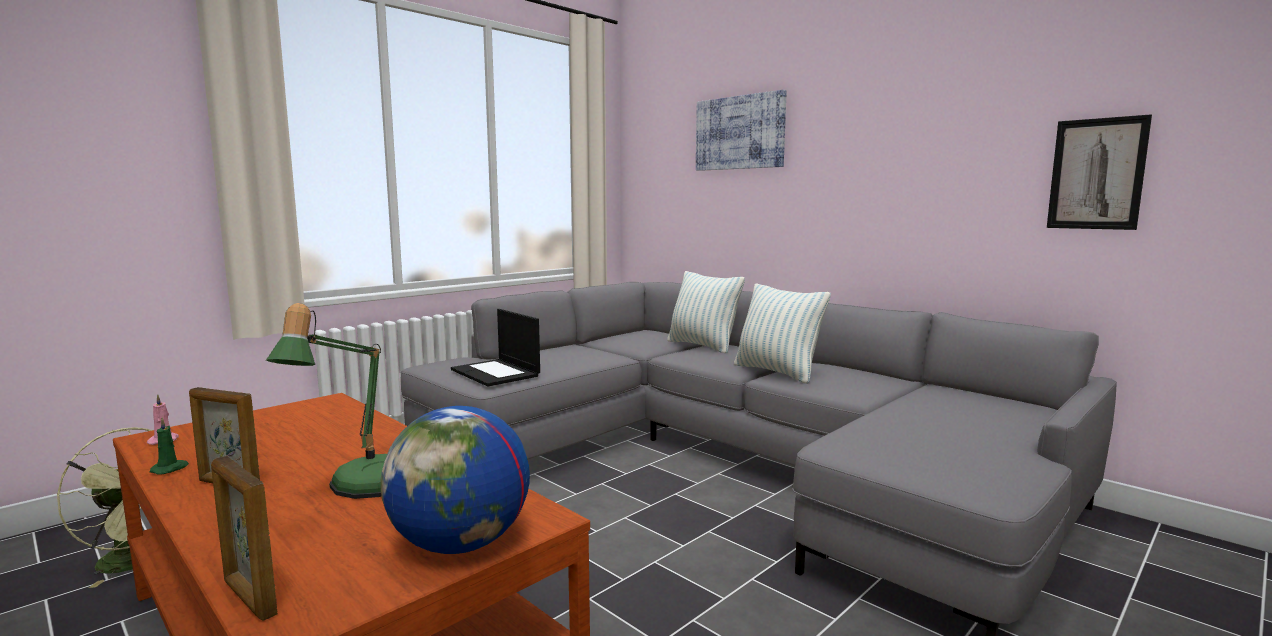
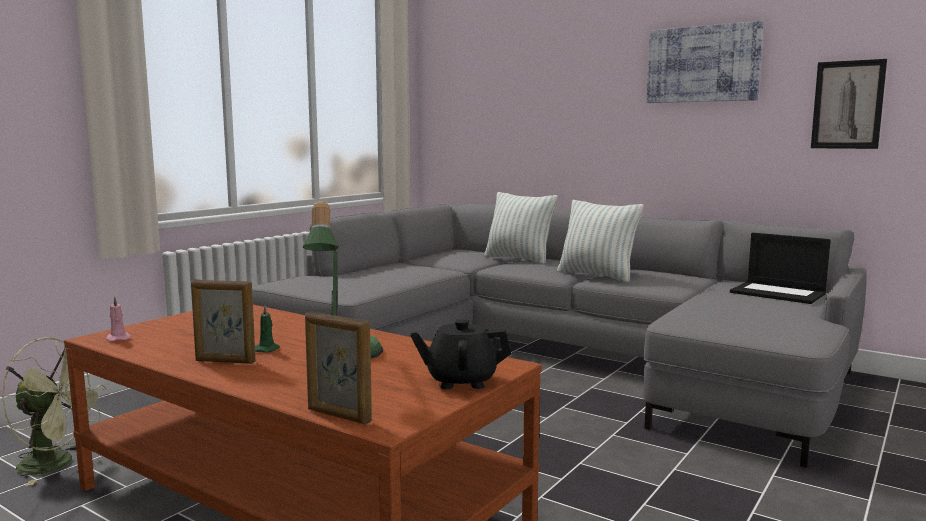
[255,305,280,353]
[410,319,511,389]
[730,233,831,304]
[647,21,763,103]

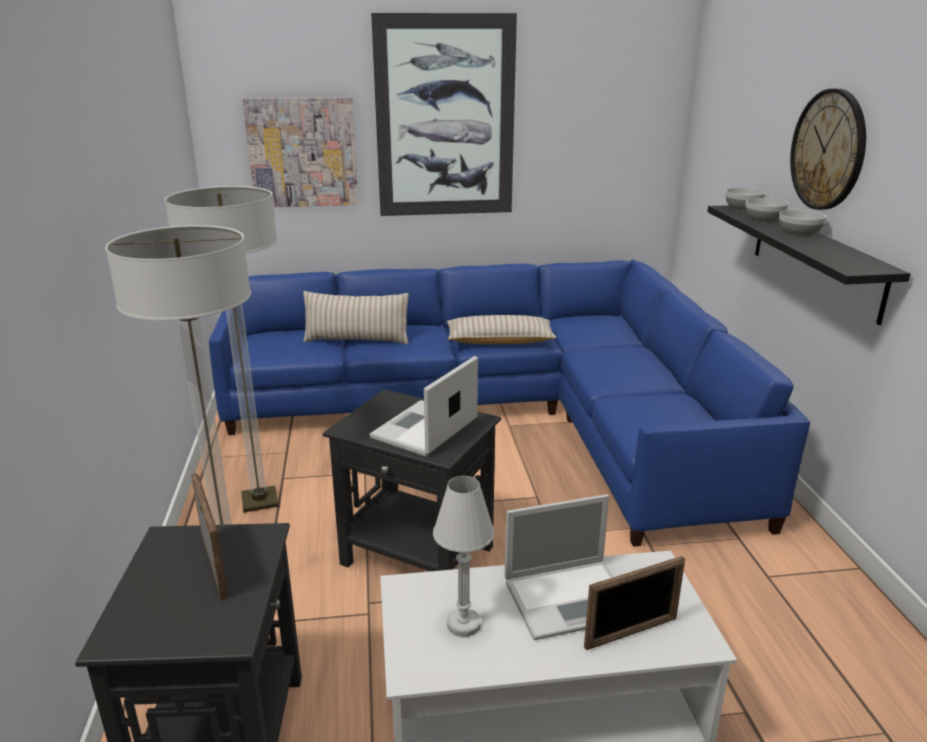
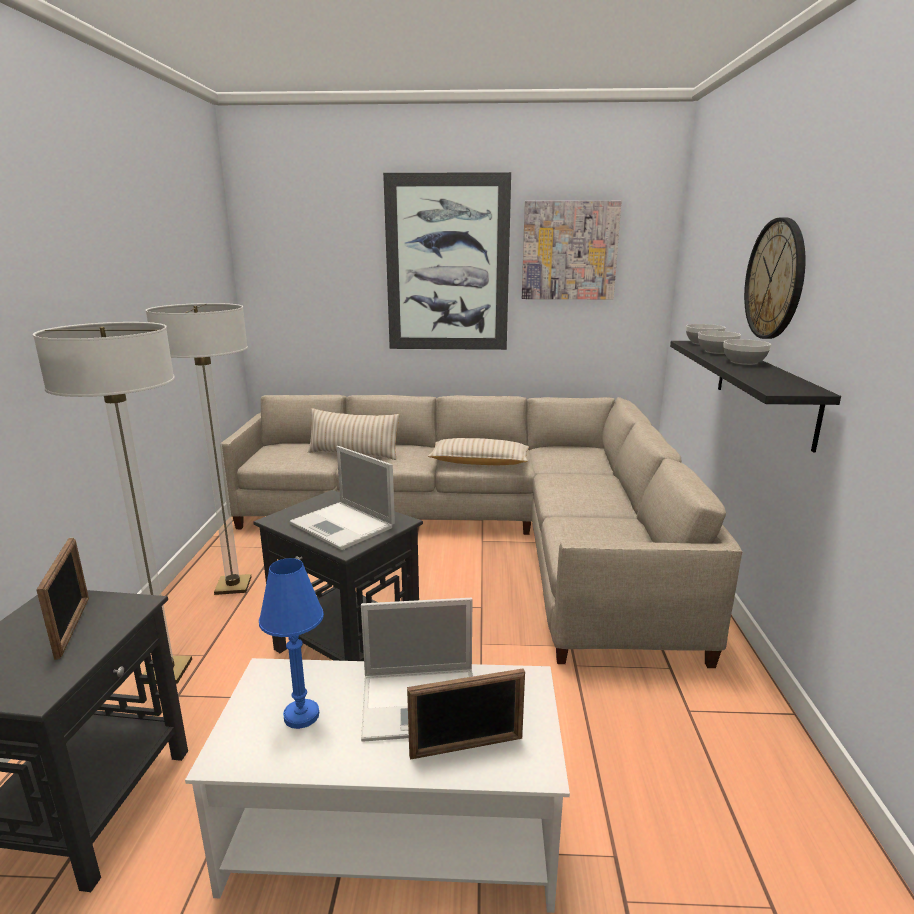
[222,395,742,668]
[522,201,622,299]
[290,446,395,550]
[259,558,324,729]

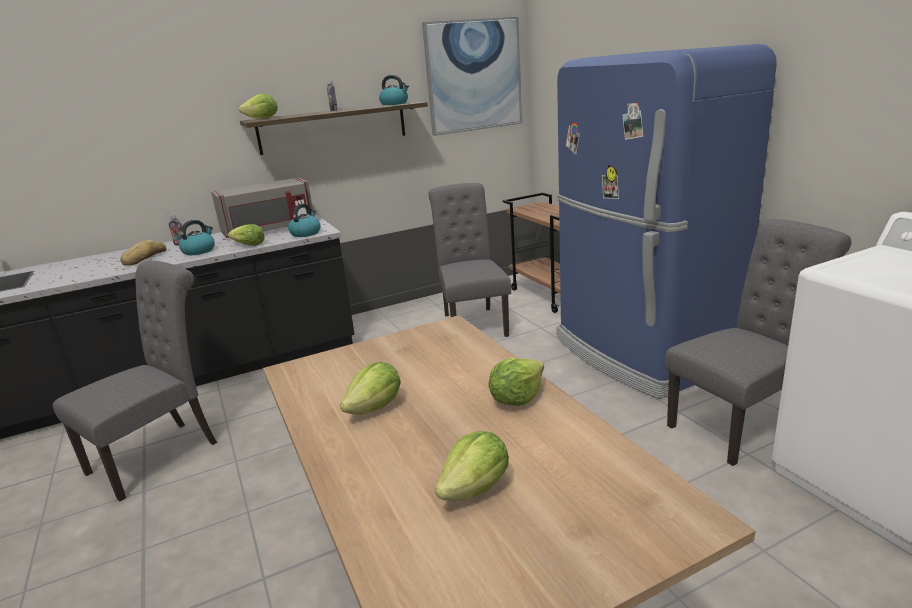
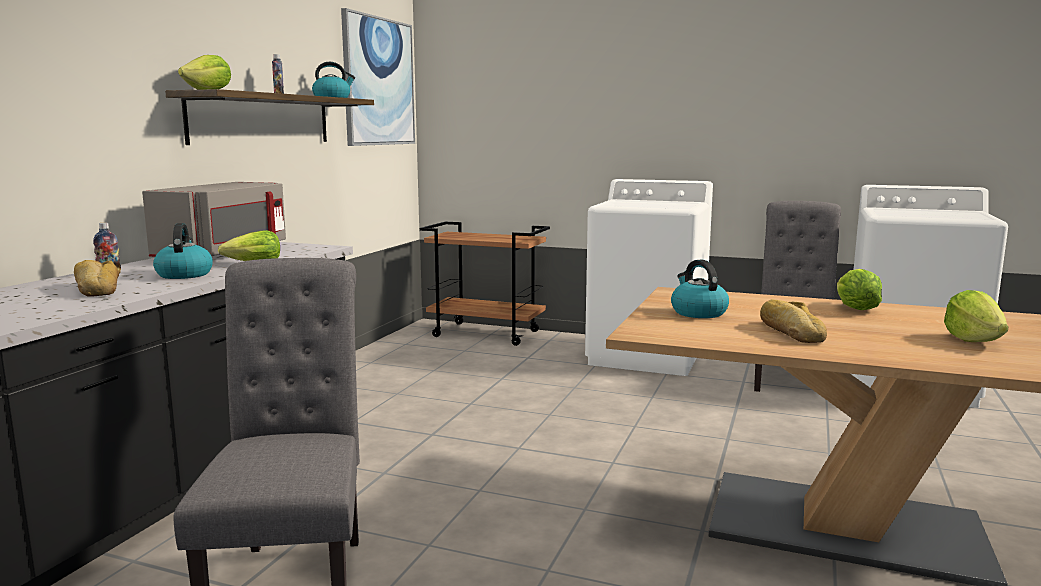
[671,260,729,318]
[760,299,827,343]
[429,183,511,337] (first image)
[585,179,713,376]

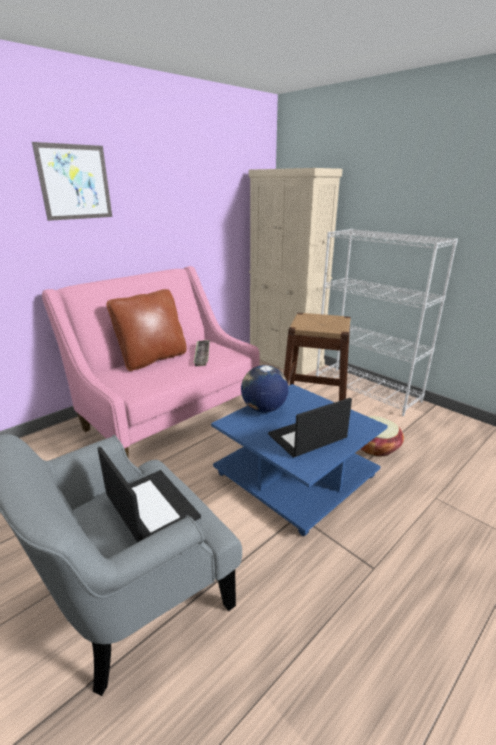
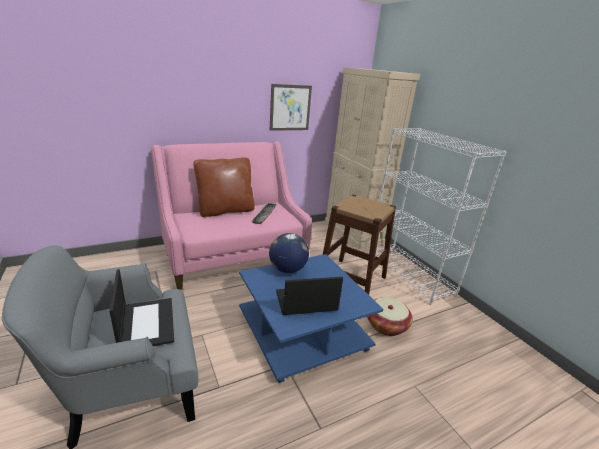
[270,84,312,131]

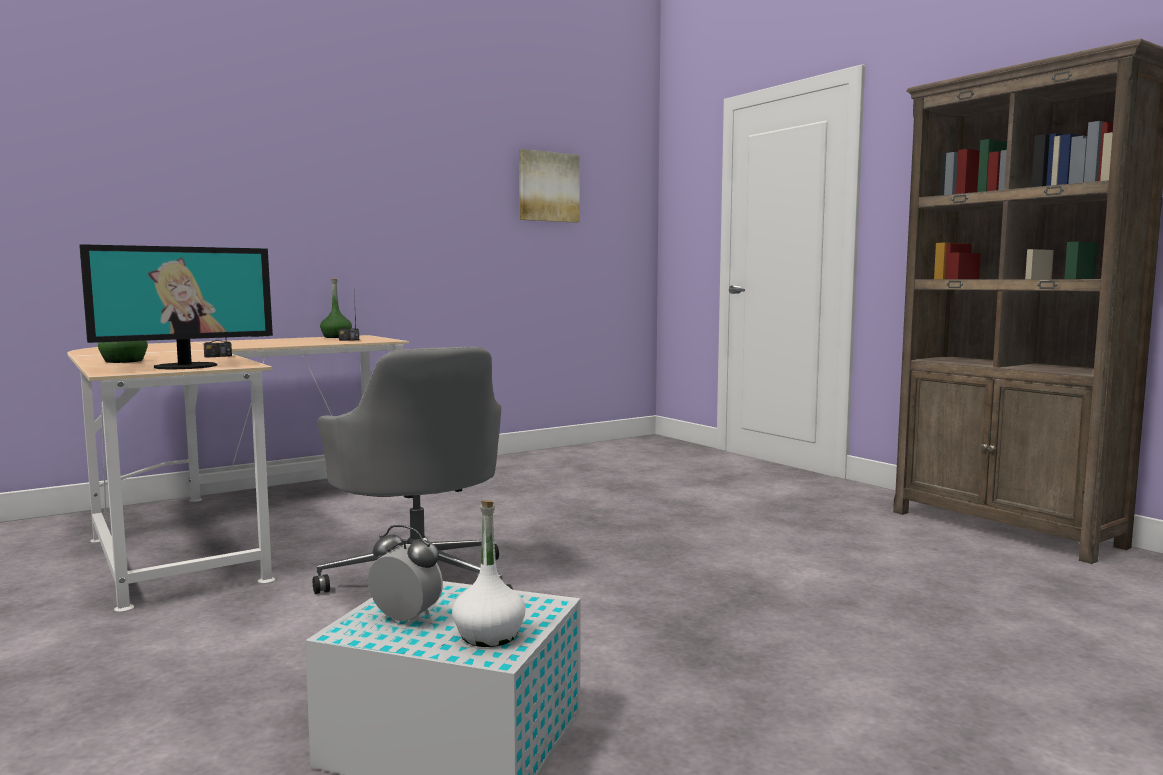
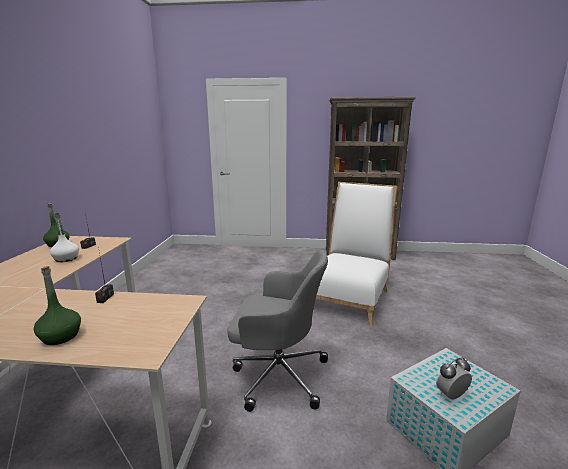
[79,244,273,370] (first image)
[50,213,79,262]
[519,149,579,223] (first image)
[316,182,398,326]

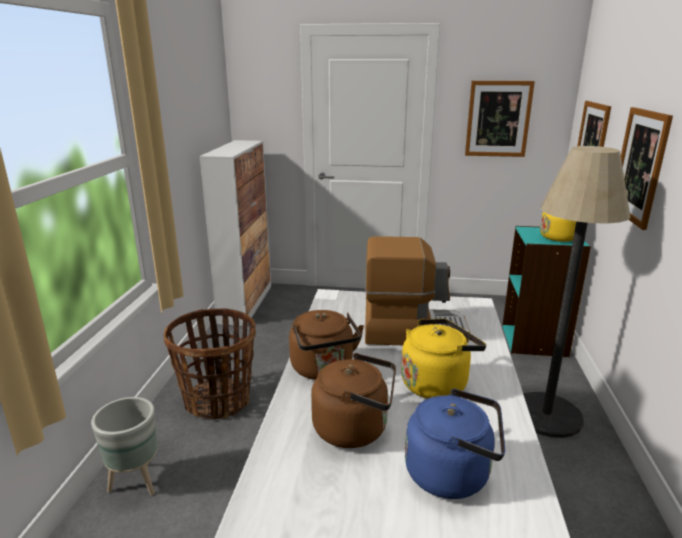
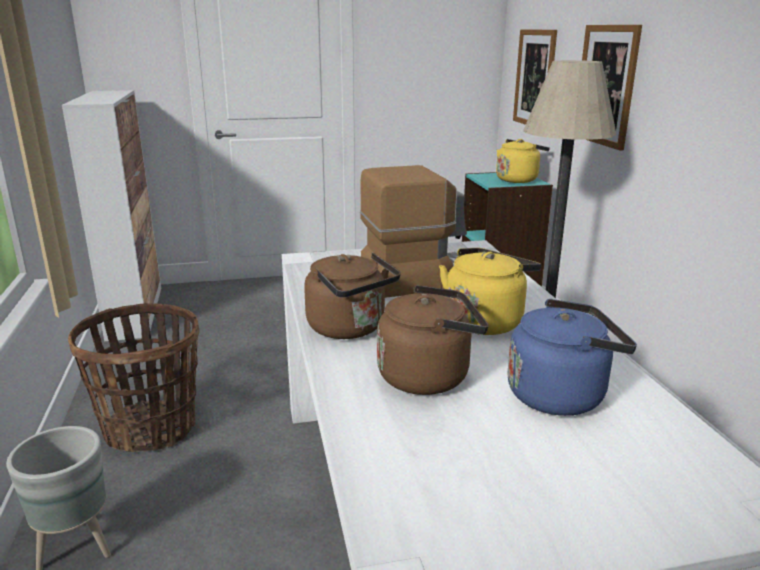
[465,81,535,157] (first image)

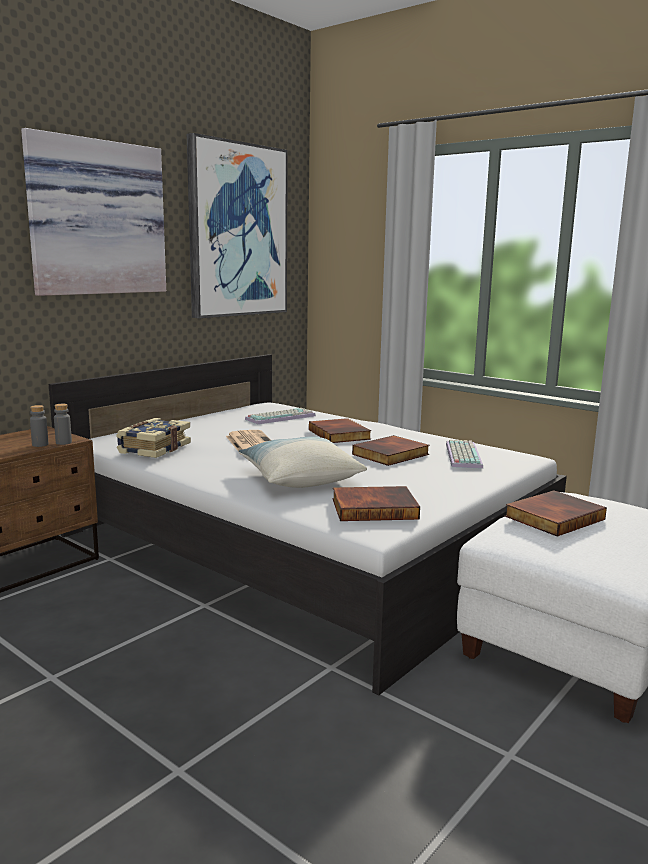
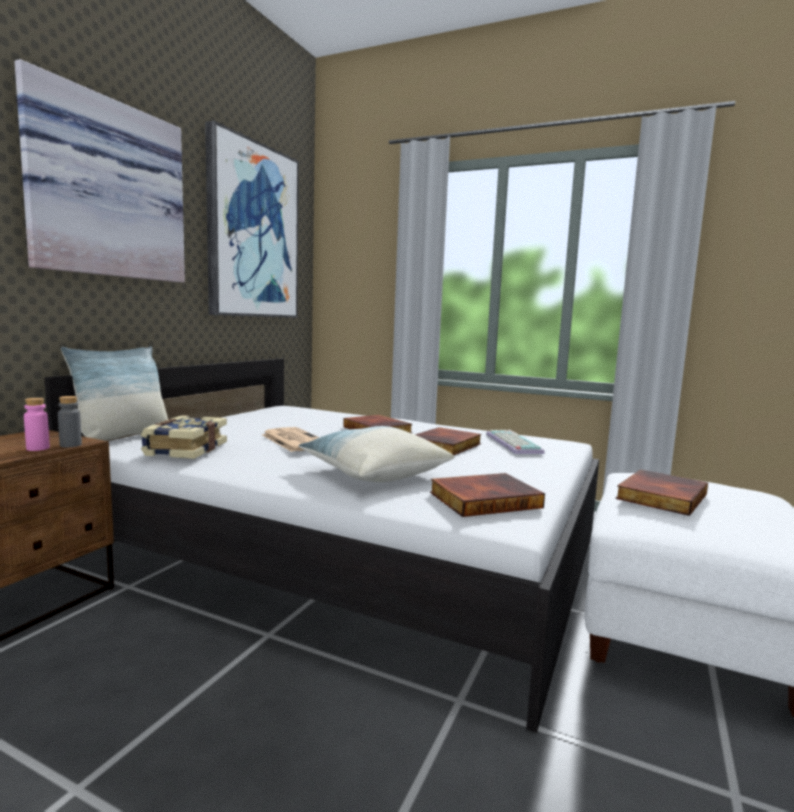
[24,398,50,451]
[245,408,316,425] (first image)
[61,346,168,441]

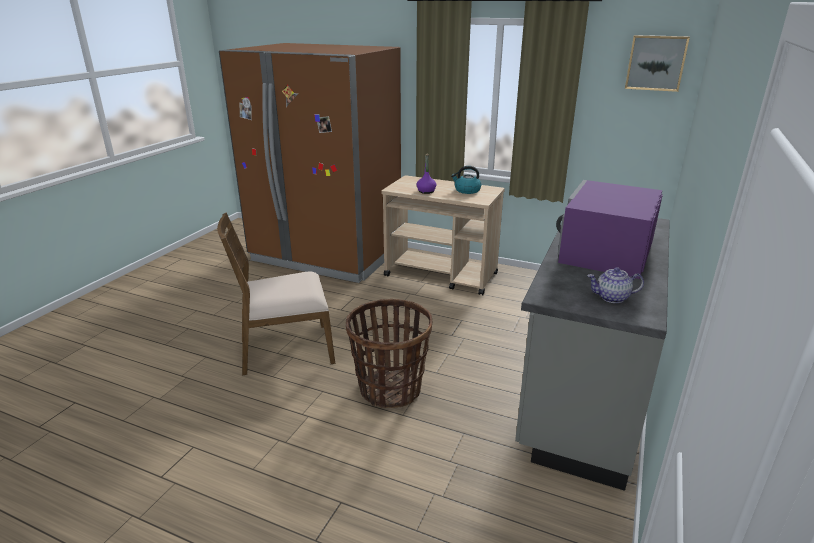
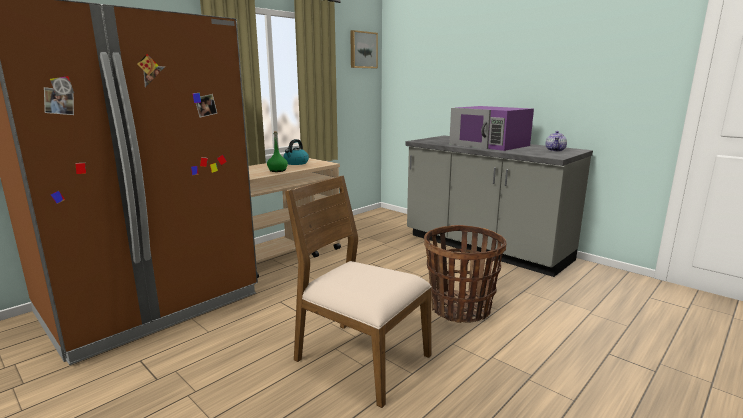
[285,175,432,408]
[267,131,288,172]

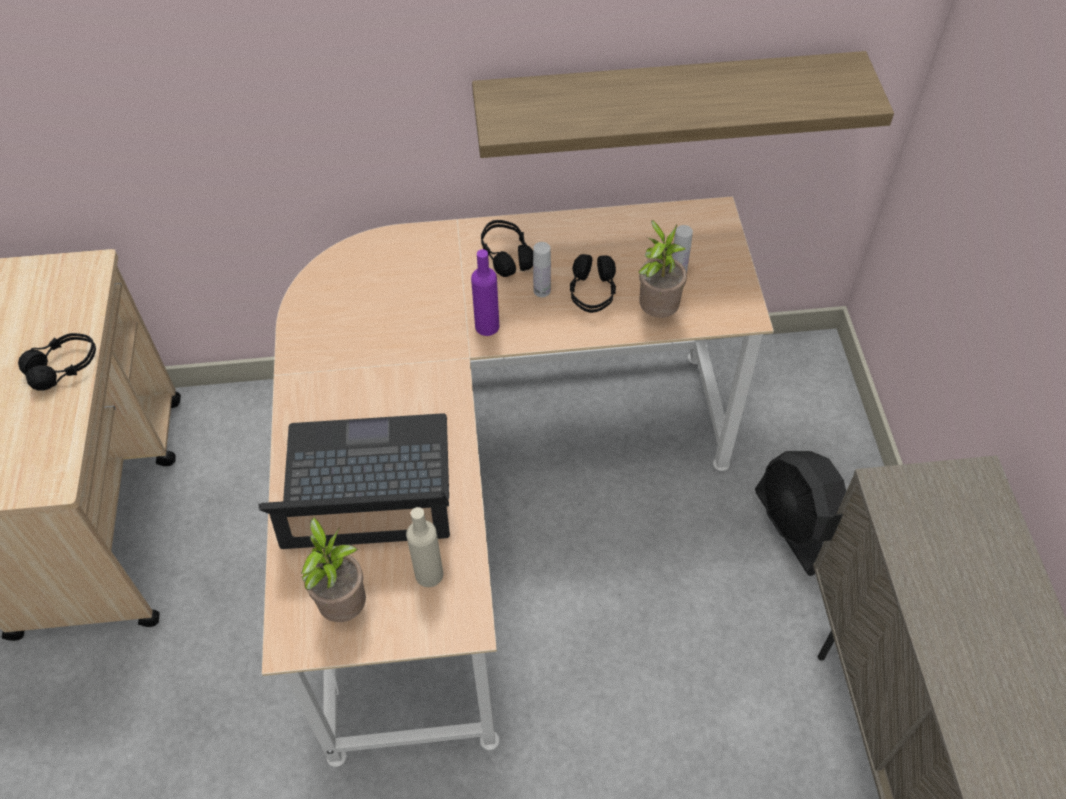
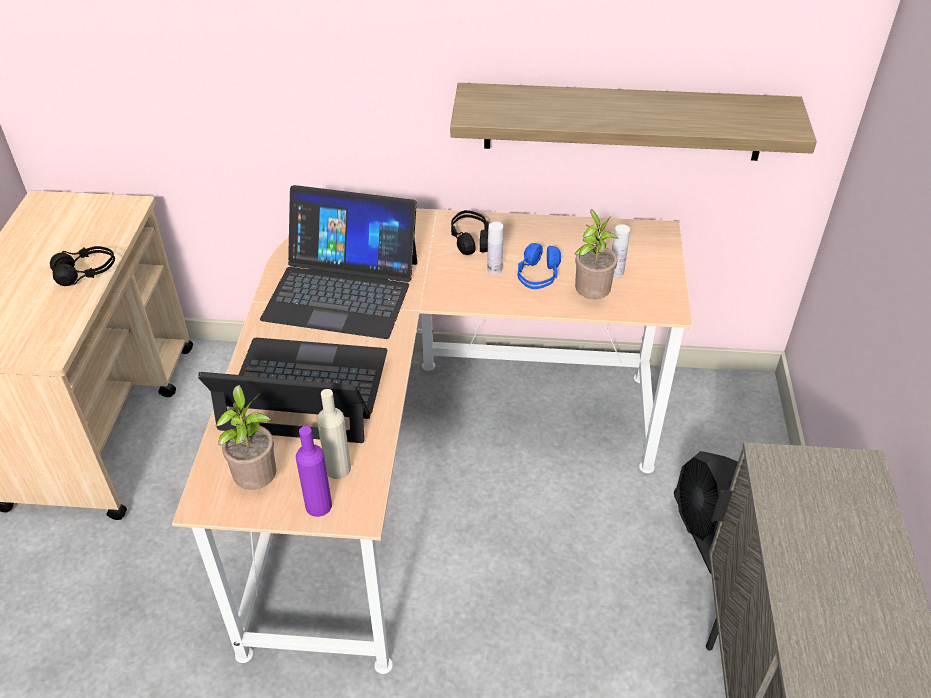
[296,426,332,517]
[518,243,561,289]
[260,185,417,339]

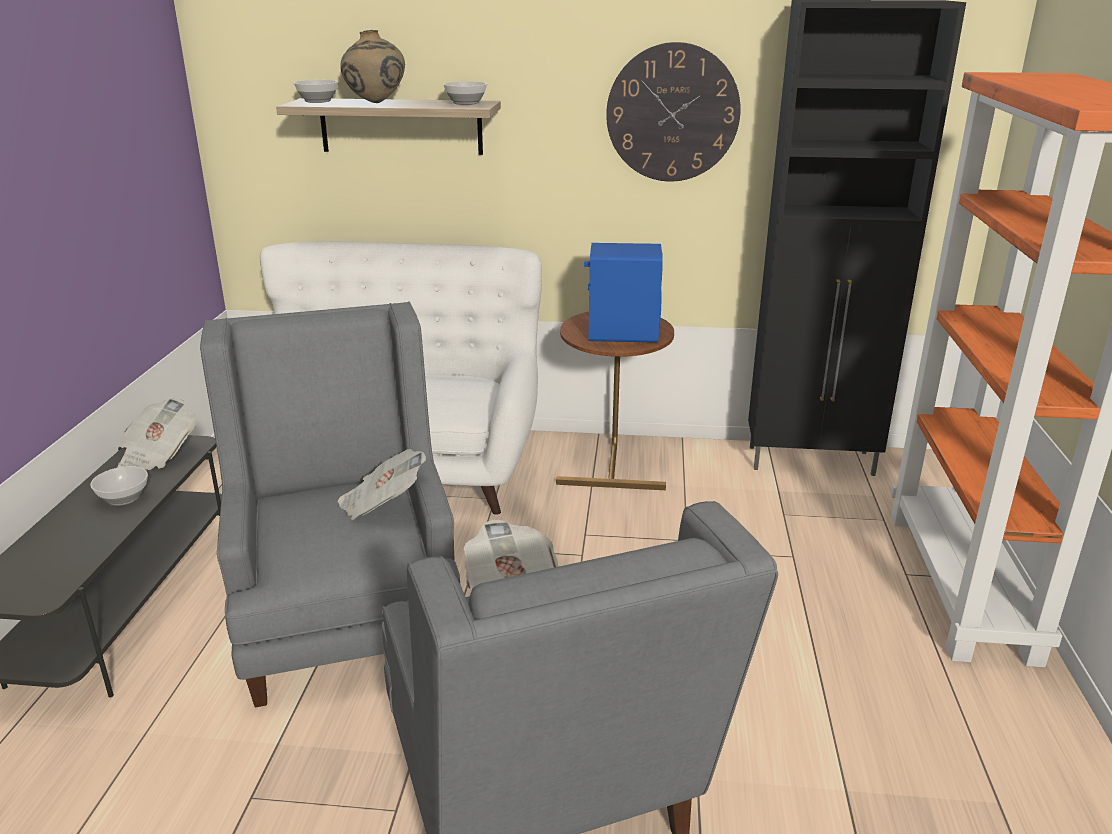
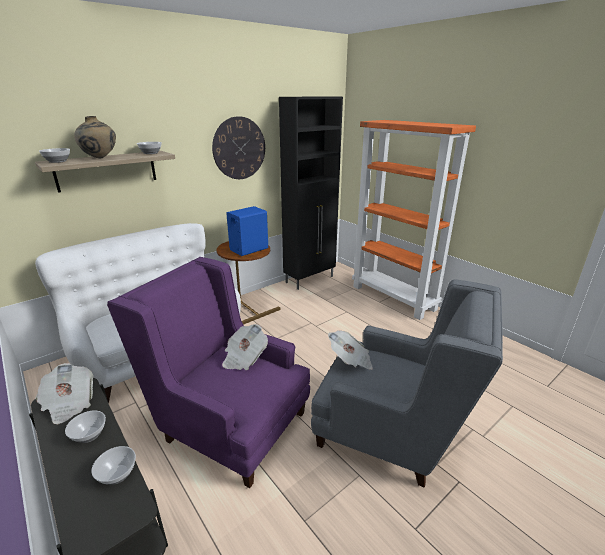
[107,257,310,488]
[91,446,136,485]

